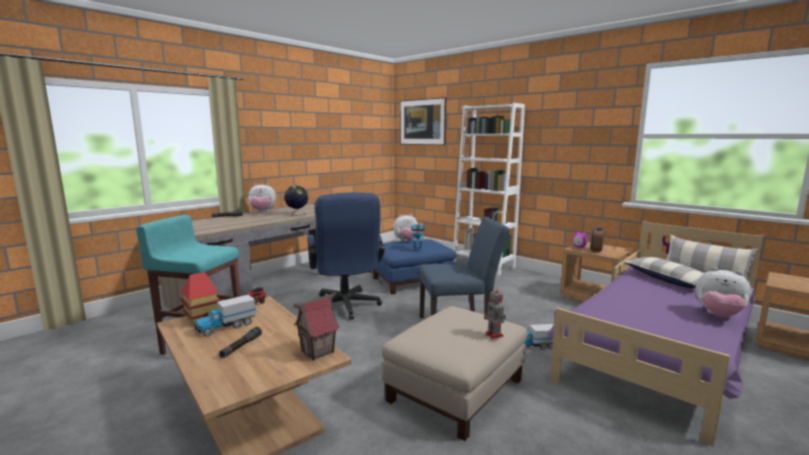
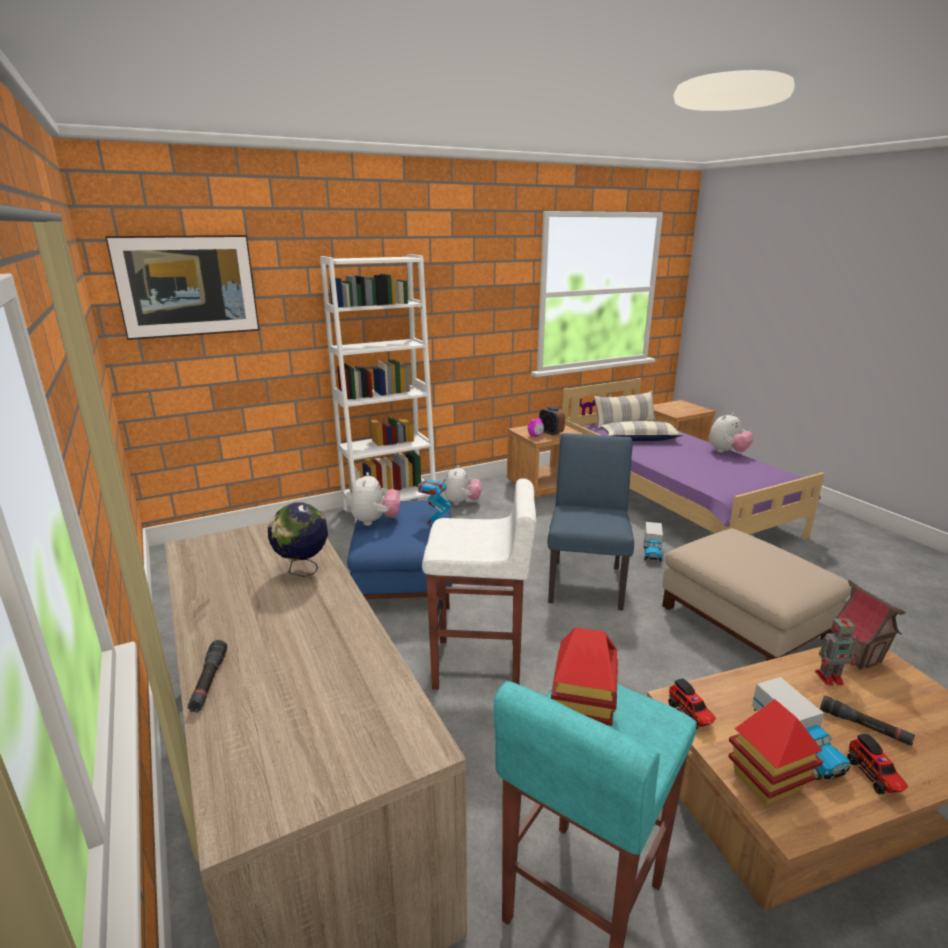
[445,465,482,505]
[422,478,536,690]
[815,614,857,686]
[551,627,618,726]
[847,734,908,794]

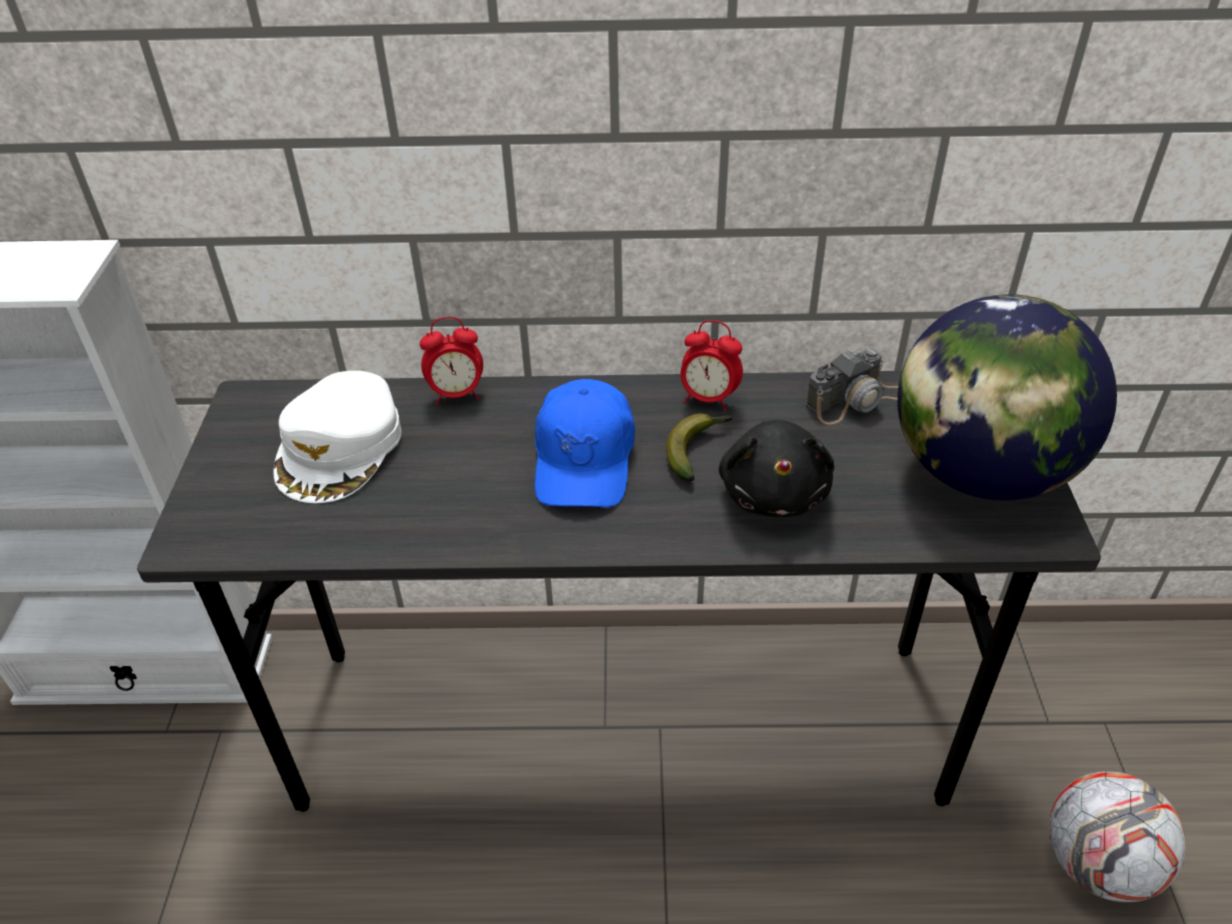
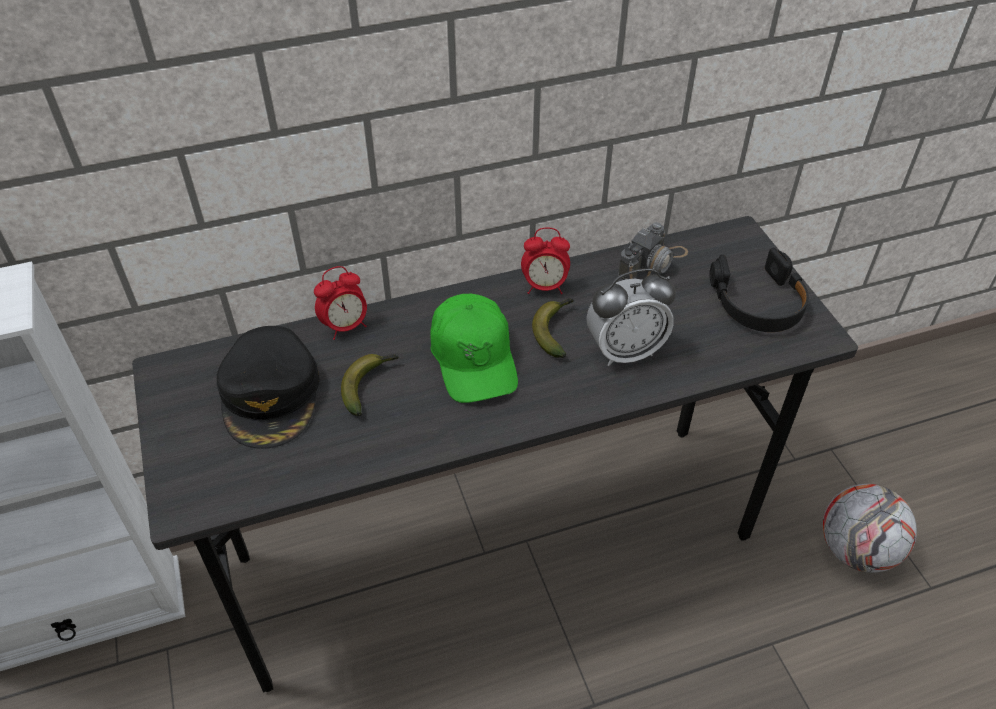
[217,326,320,449]
[430,294,518,403]
[586,269,676,366]
[709,248,809,332]
[341,354,399,416]

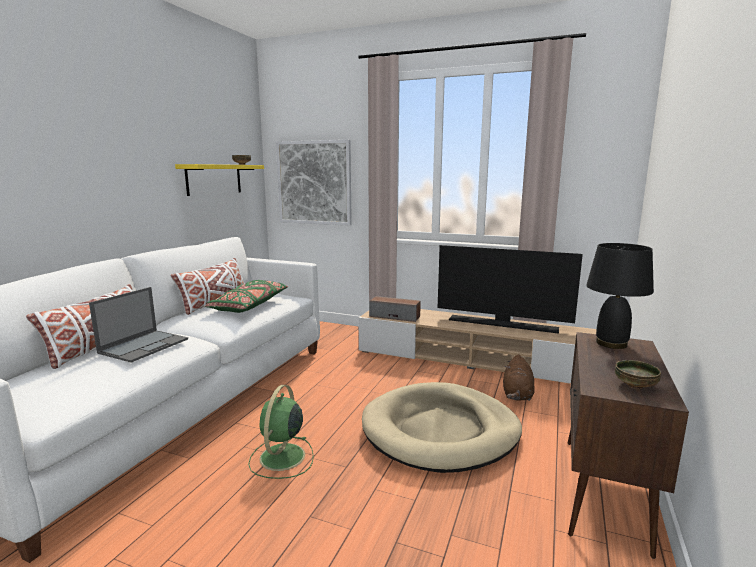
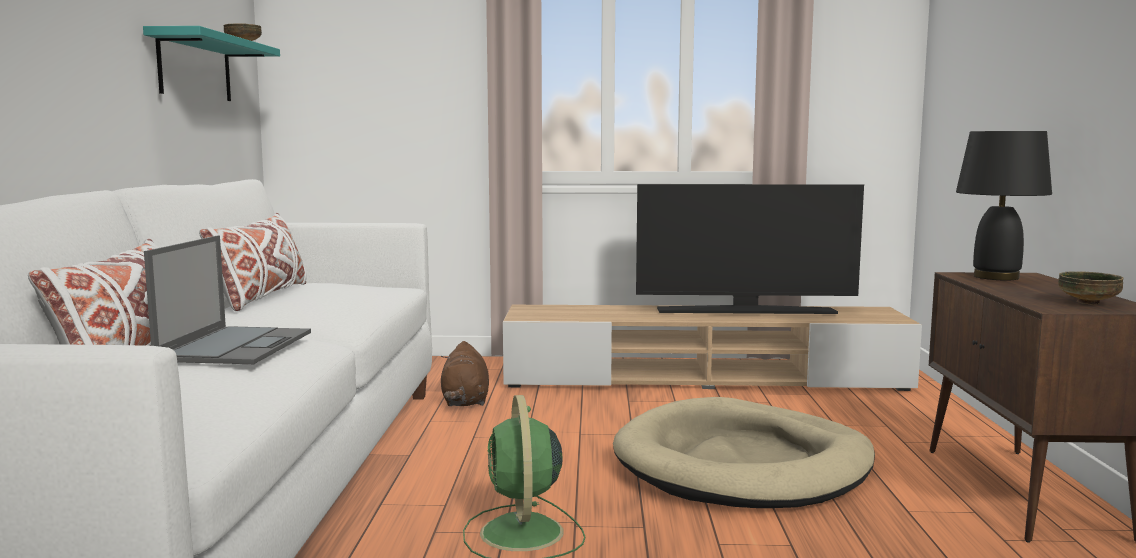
[143,26,280,101]
[205,280,288,313] (first image)
[276,140,352,226] (first image)
[369,296,421,322] (first image)
[441,341,489,406]

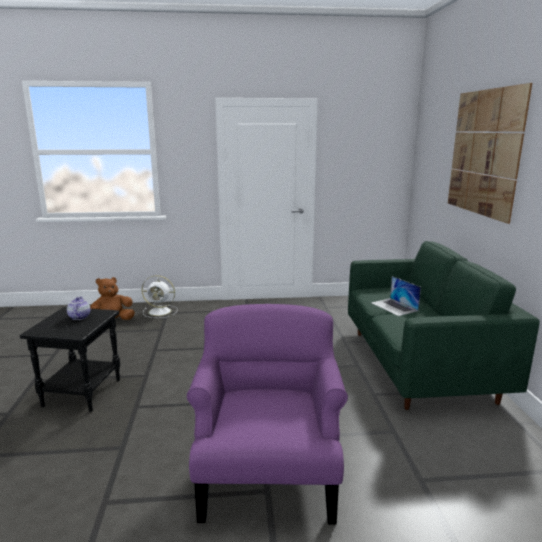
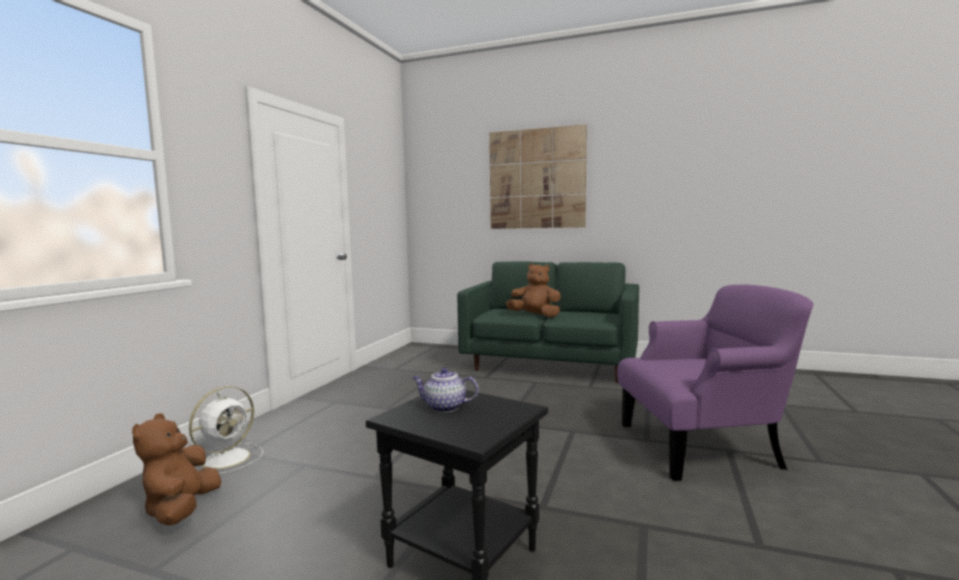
[617,285,813,481]
[506,264,561,317]

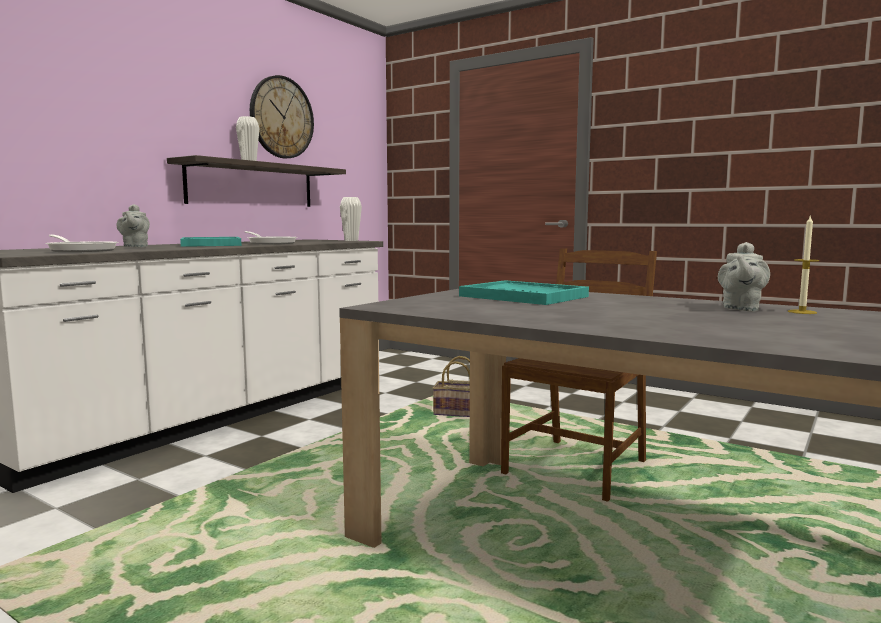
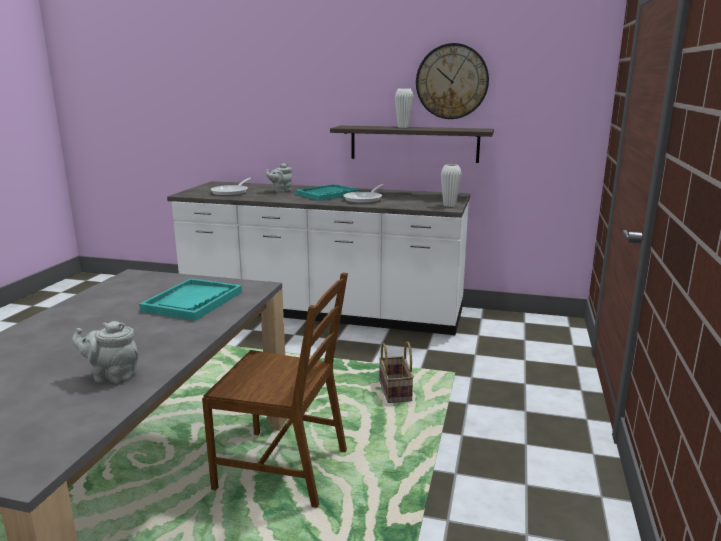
[788,216,819,314] (first image)

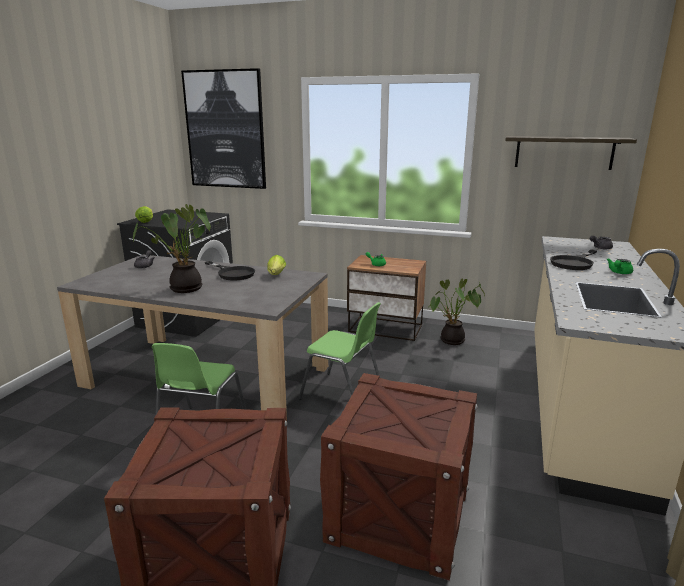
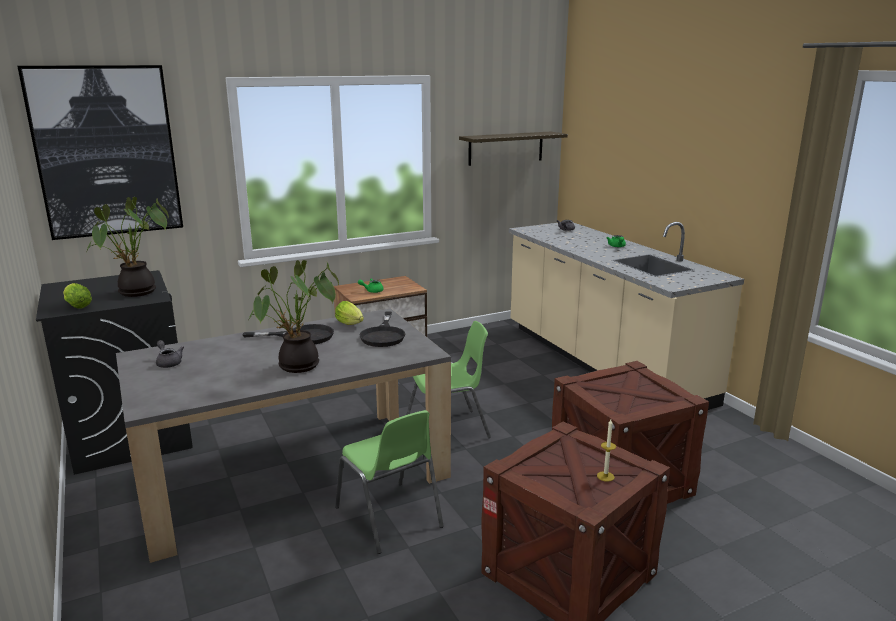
[87,197,169,297]
[360,311,405,347]
[597,420,616,482]

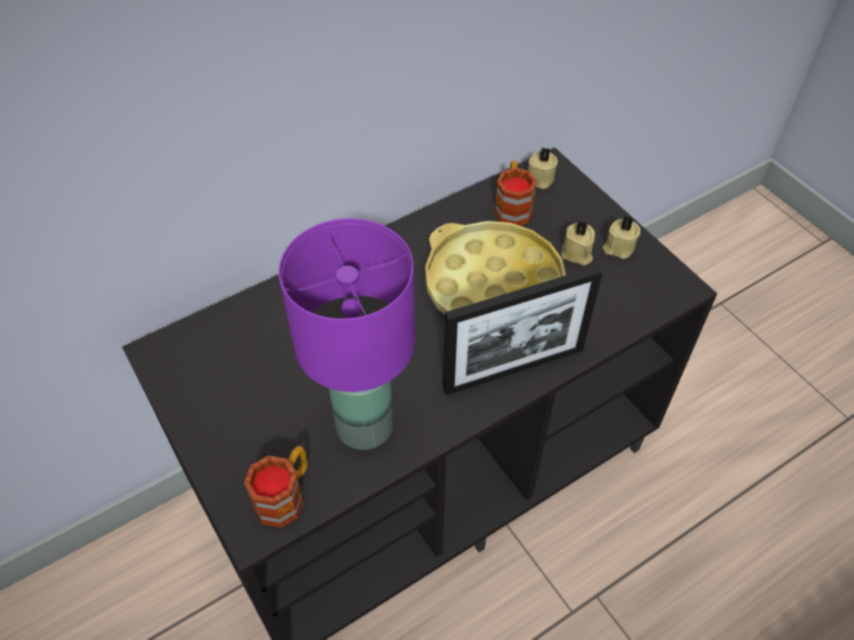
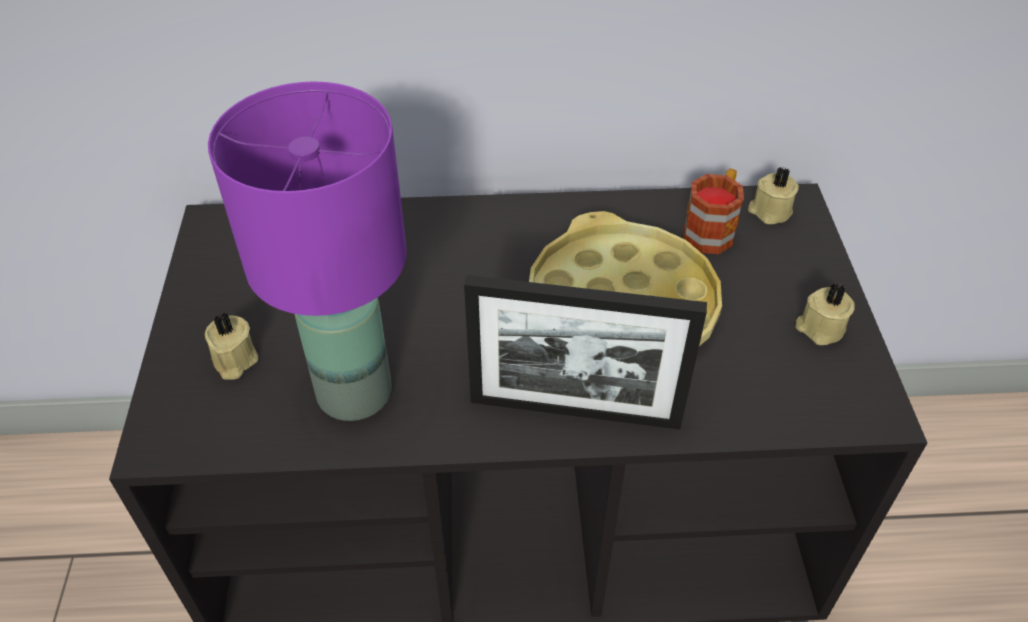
[244,446,307,528] (first image)
[205,312,258,380]

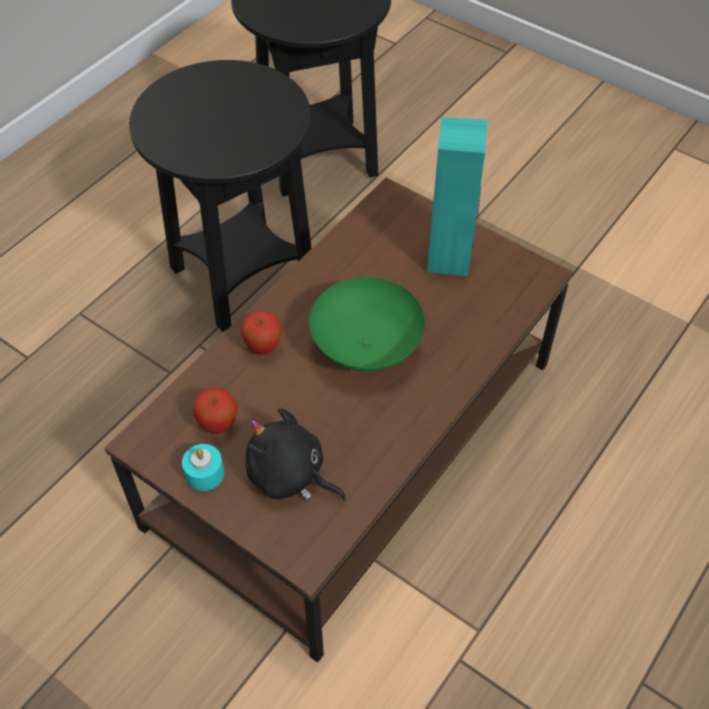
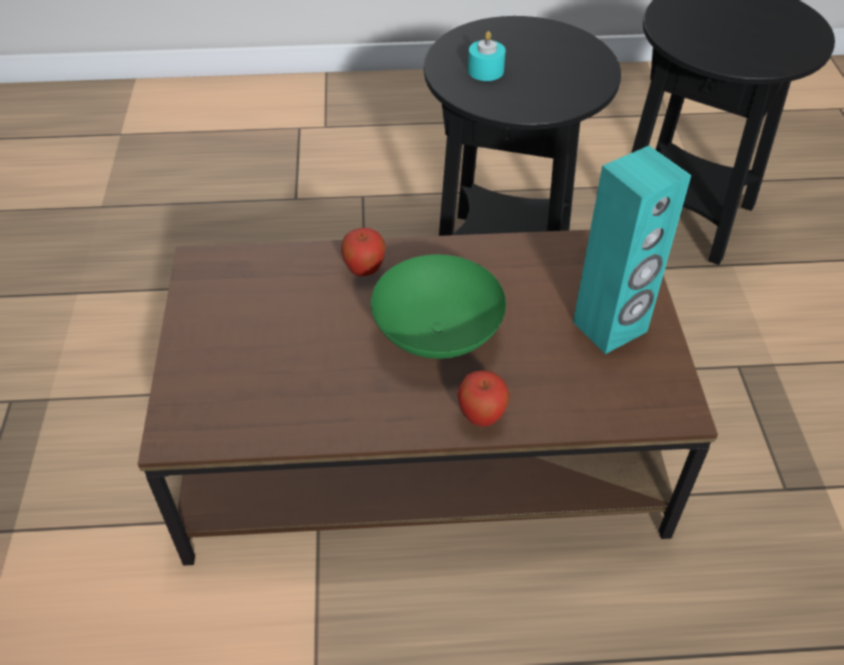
[468,31,505,81]
[457,370,510,427]
[245,408,346,500] (first image)

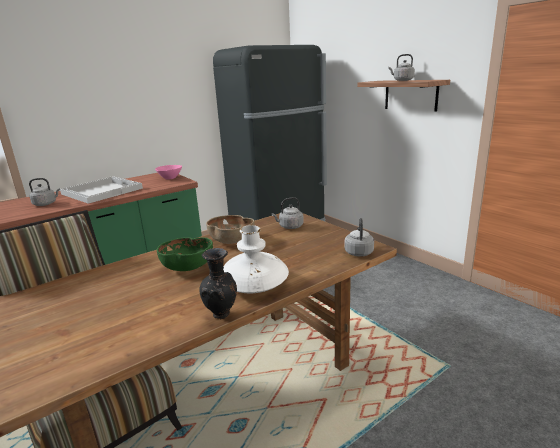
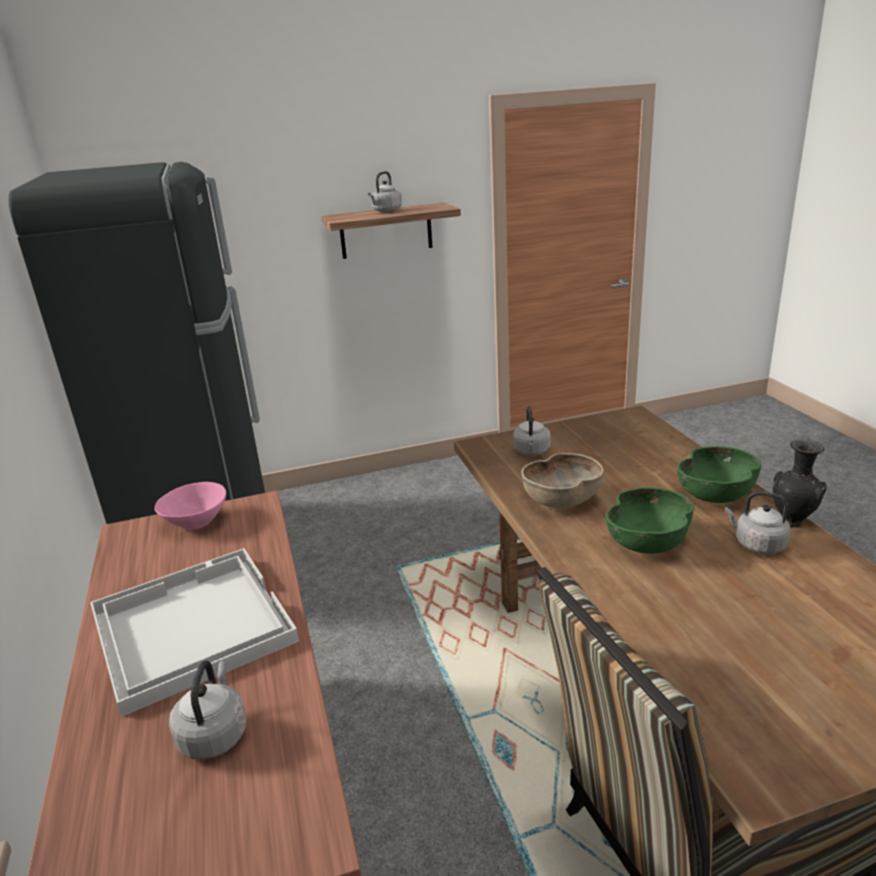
[677,446,762,503]
[725,491,791,554]

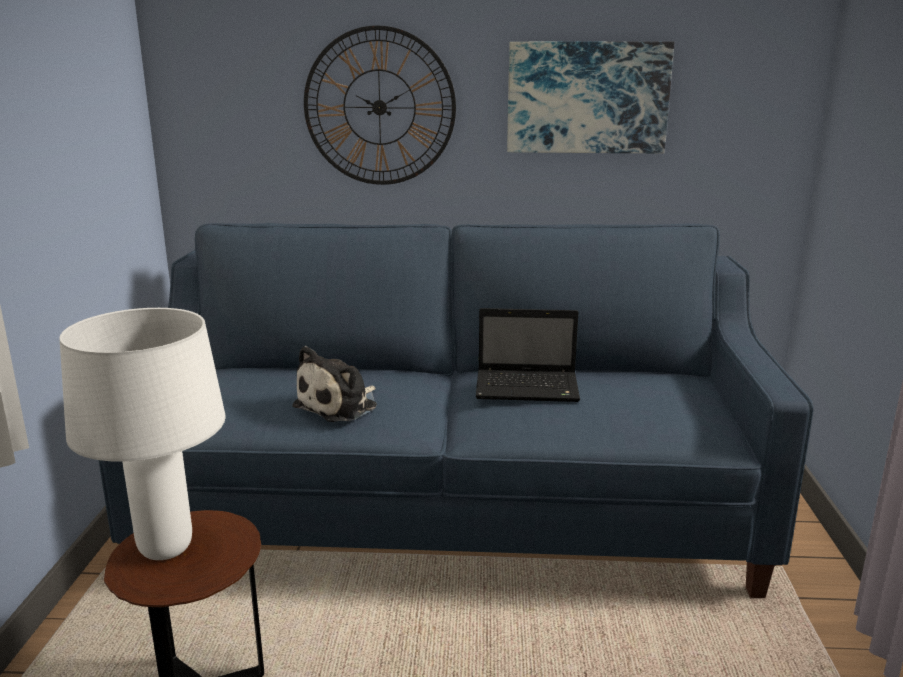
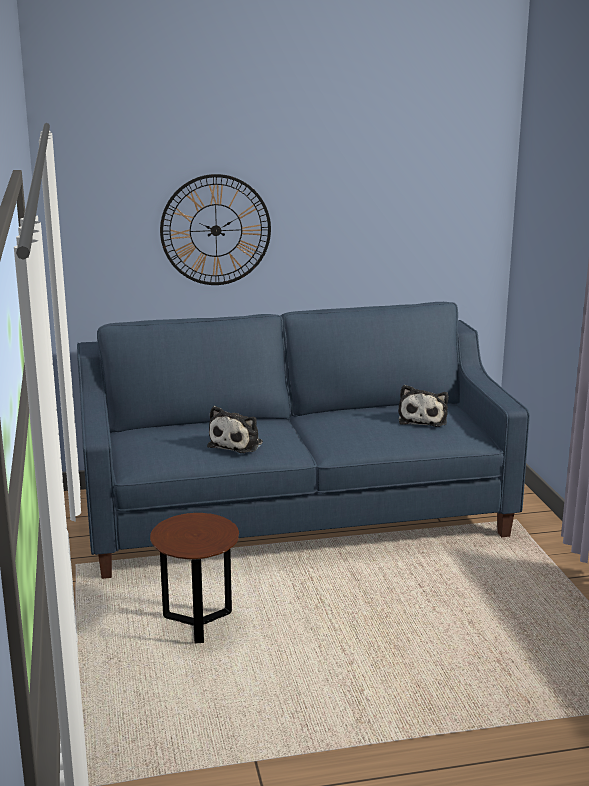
[59,308,225,560] (first image)
[476,308,580,402] (first image)
[507,42,674,153] (first image)
[398,385,448,427]

